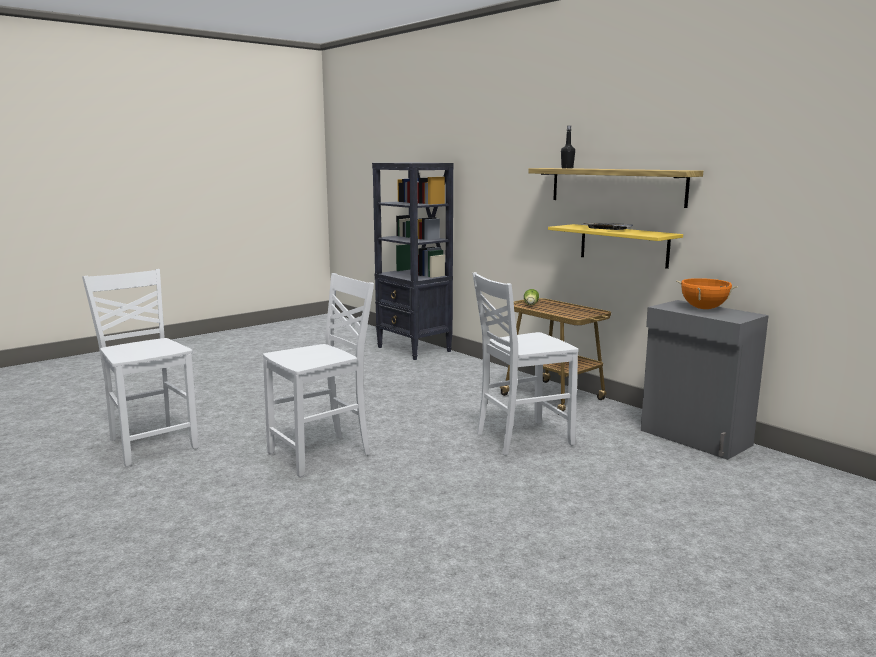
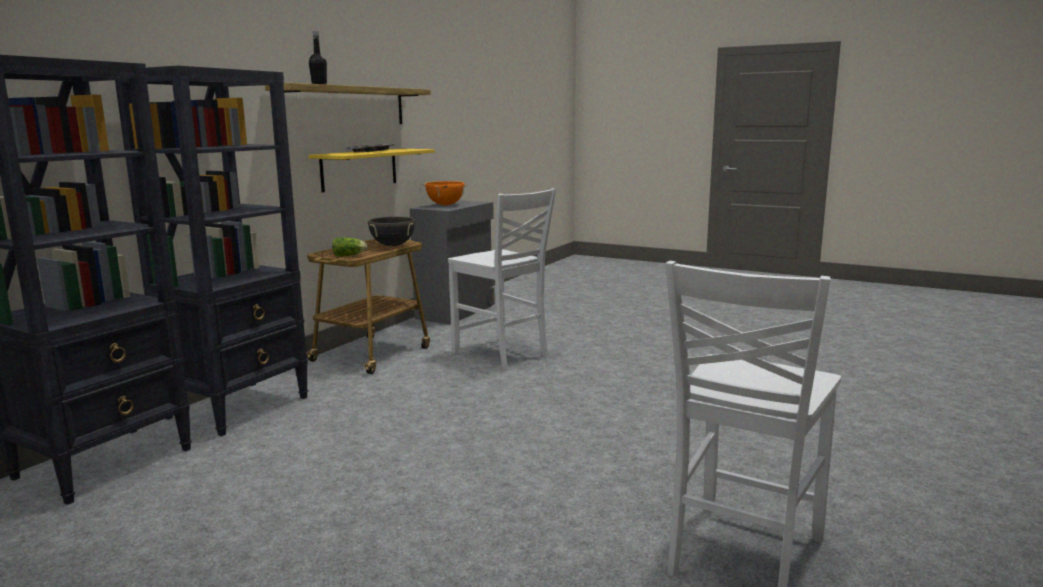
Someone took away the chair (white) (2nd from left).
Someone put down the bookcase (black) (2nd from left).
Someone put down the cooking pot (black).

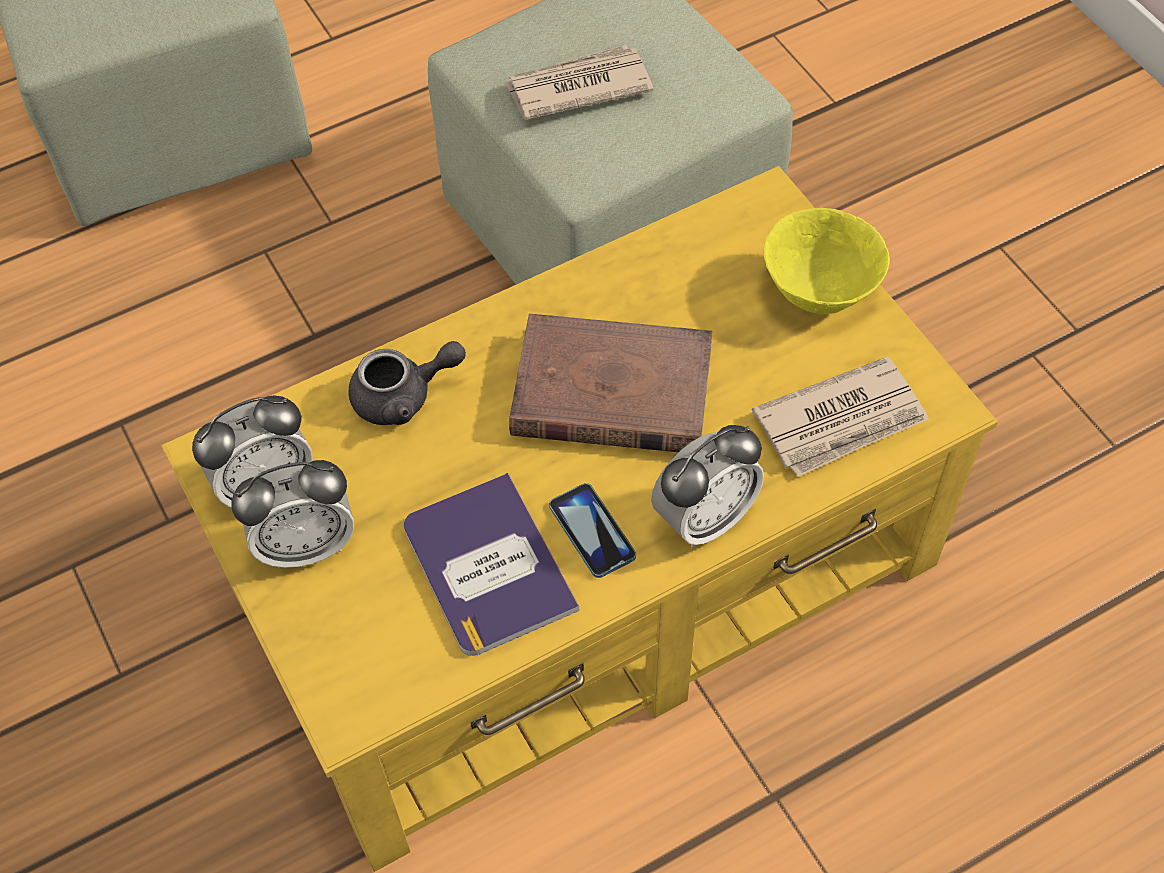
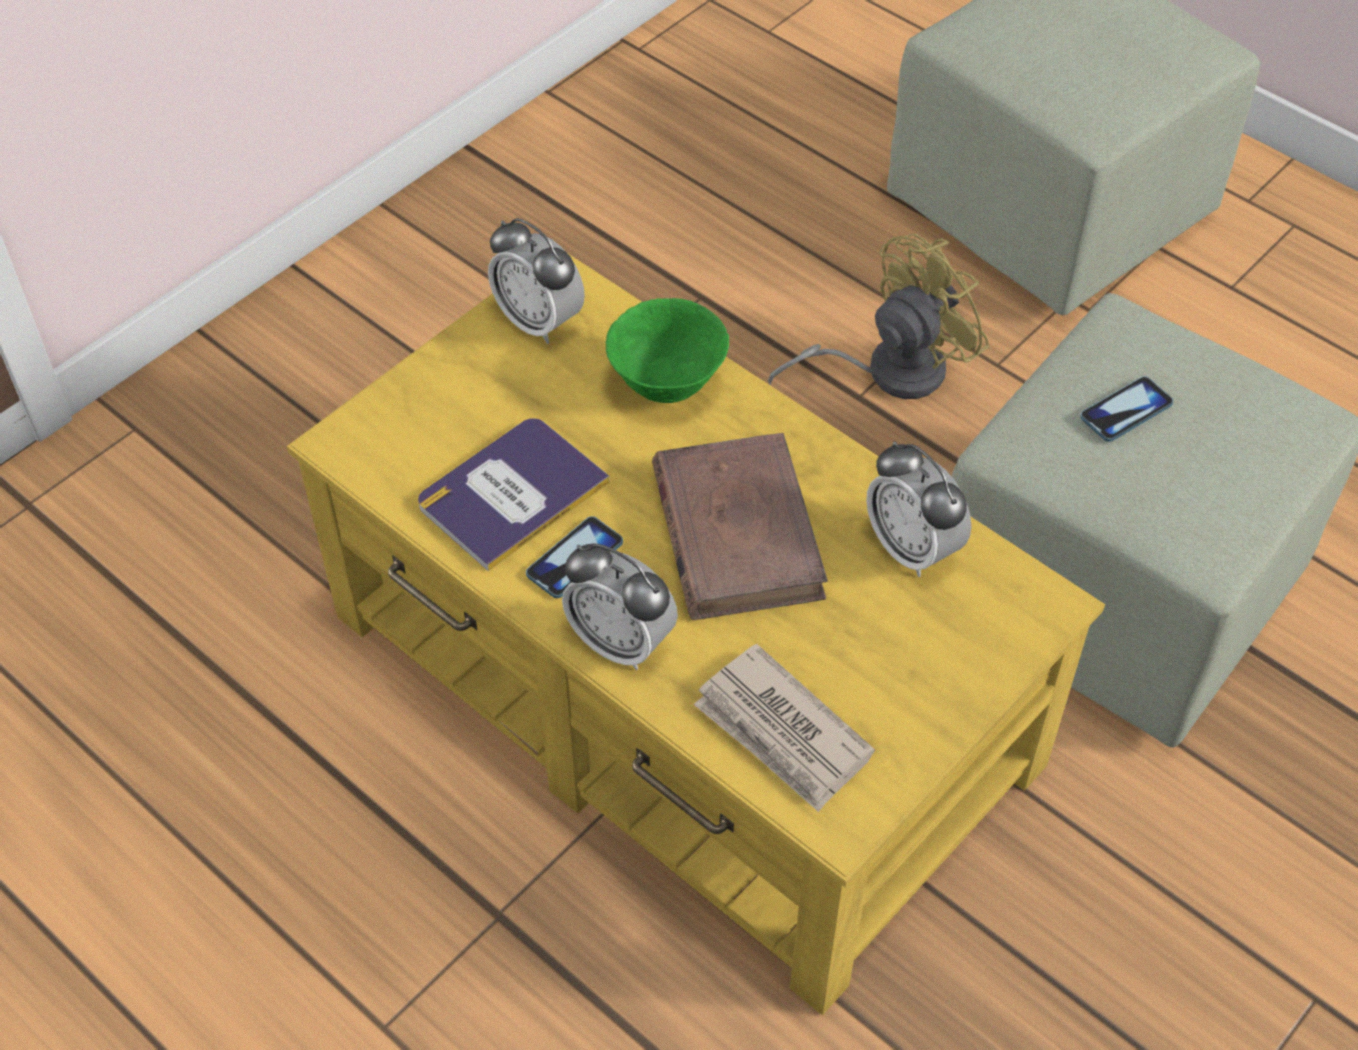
Someone took away the bowl (yellow).
Someone put down the fan (yellow).
Someone carried the alarm clock (2nd from left in the first image).
Someone swapped the teapot (grey) for the bowl (green).
Someone swapped the newspaper (1st from left) for the phone (2nd from left).

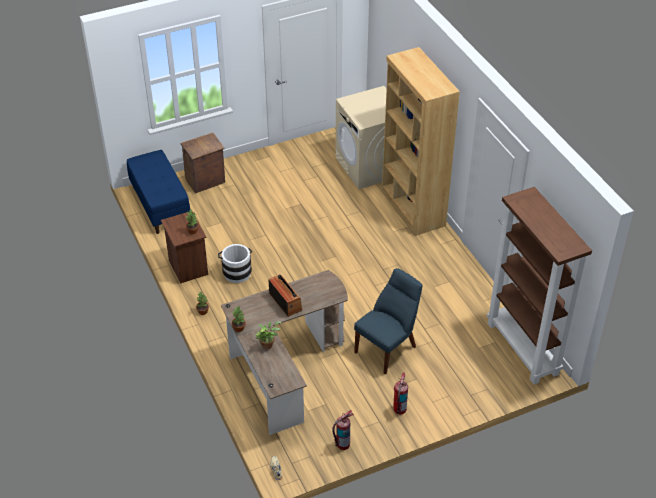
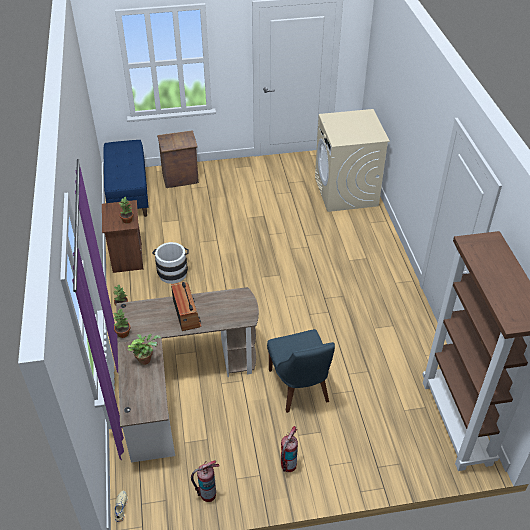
Someone took away the bookcase (brown) (1st from left).
Someone rotated the chair (blue) by 105 degrees clockwise.

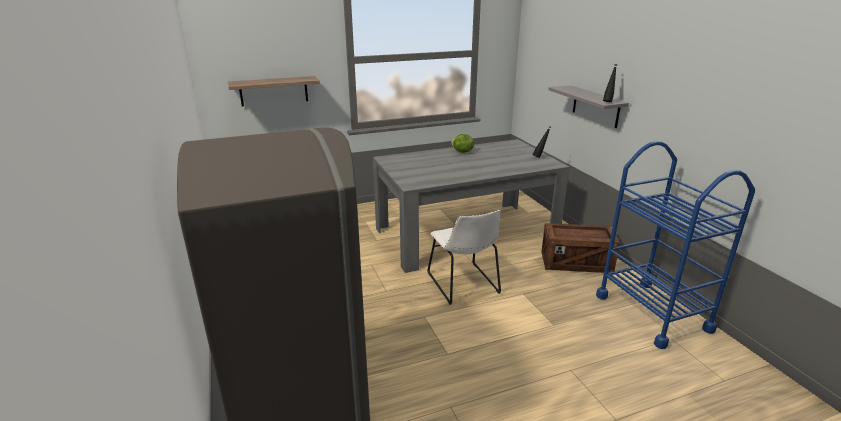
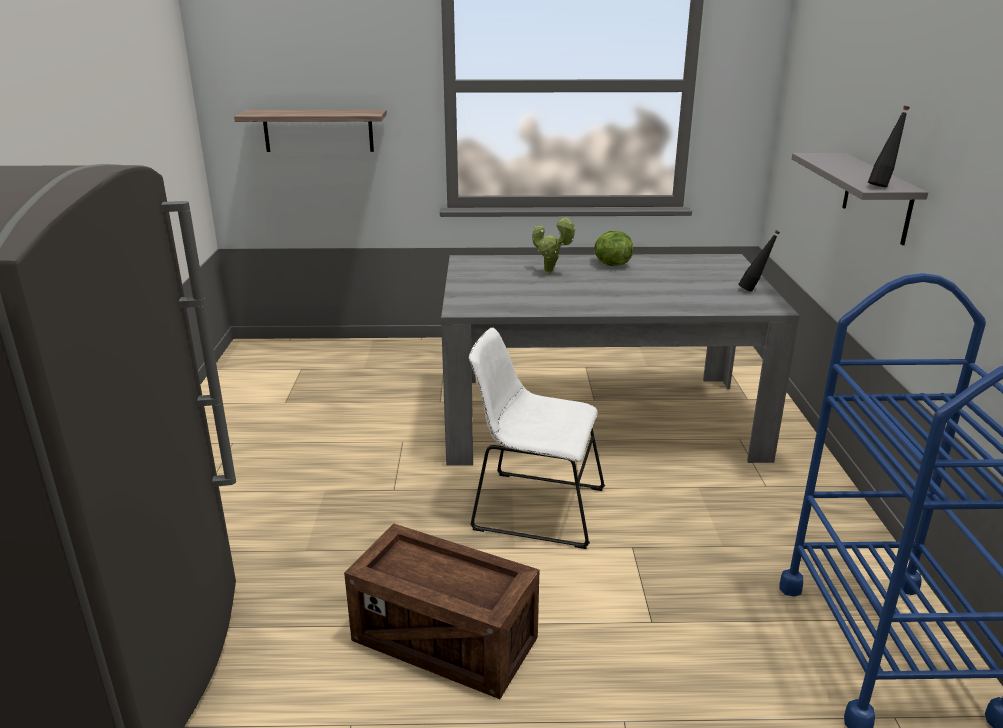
Someone put down the potted plant.
Someone carried the crate.
Someone rotated the chair (white) by 105 degrees clockwise.

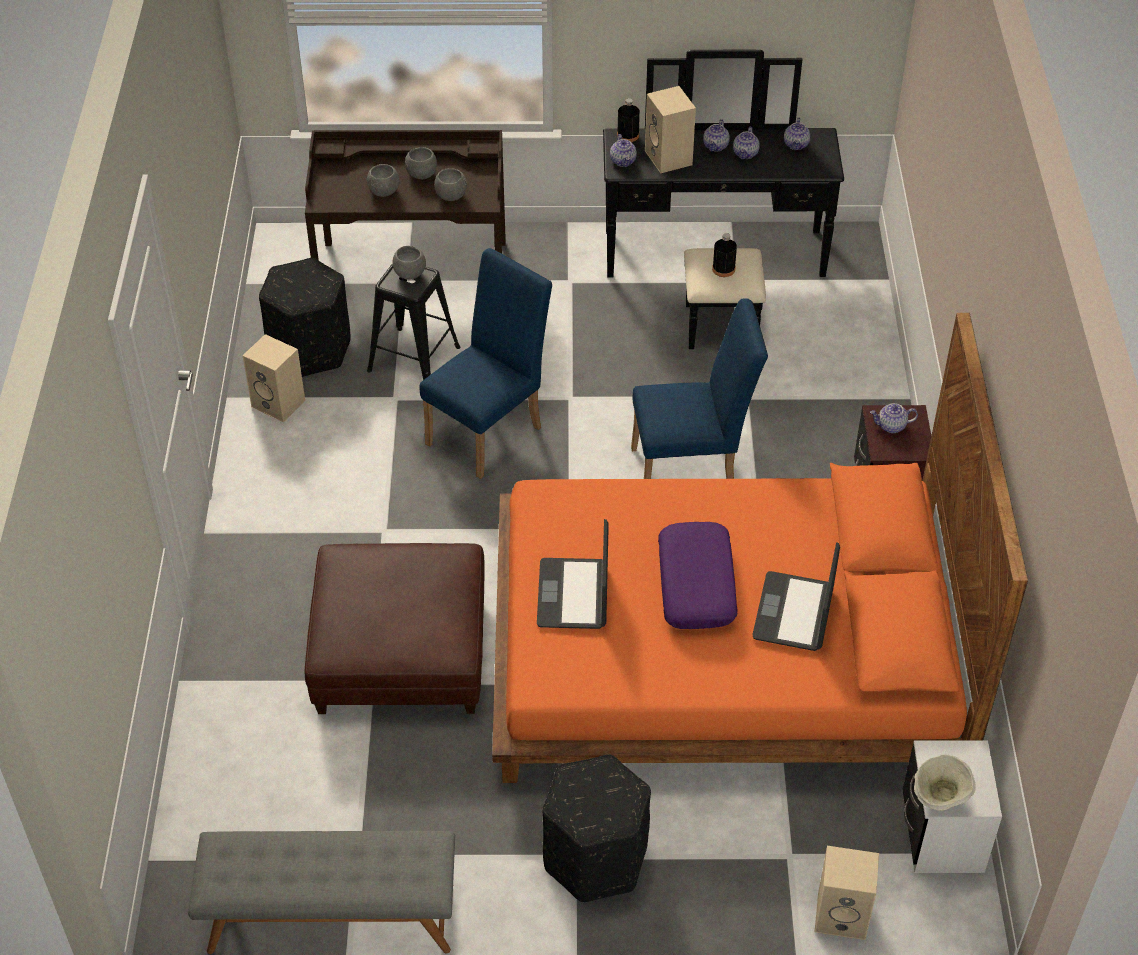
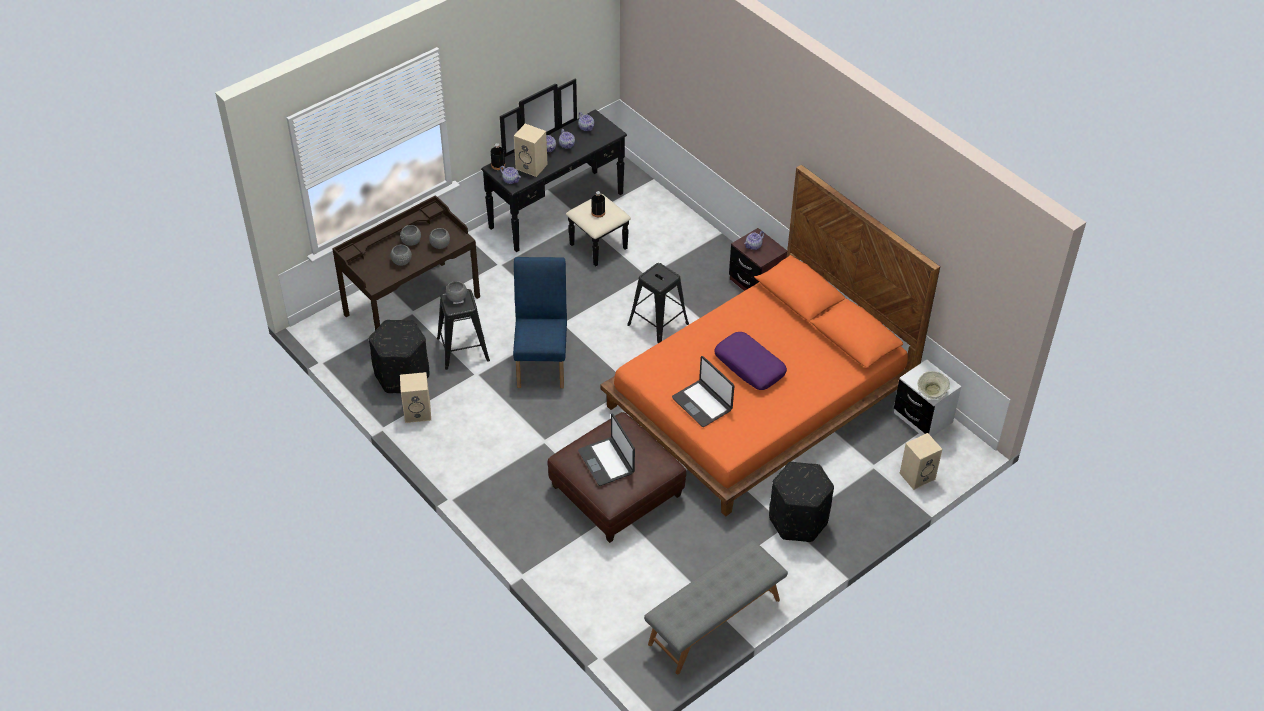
Someone carried the laptop (2nd from left in the first image).
Someone swapped the chair (blue) (2nd from left) for the stool (black) (2nd from left).

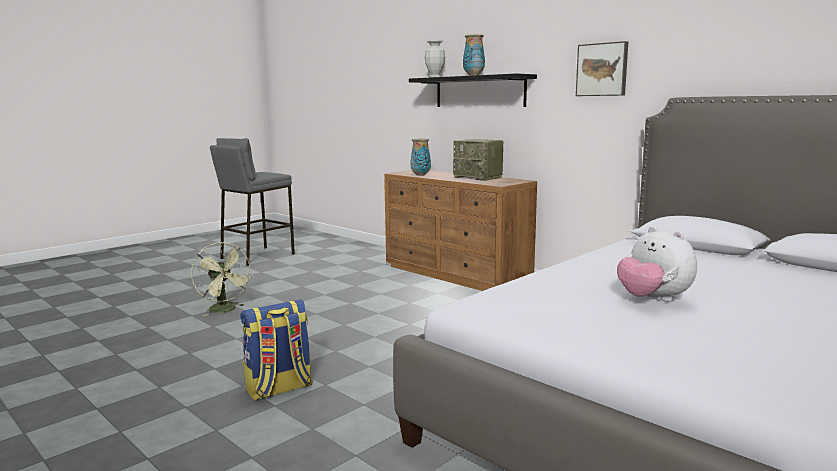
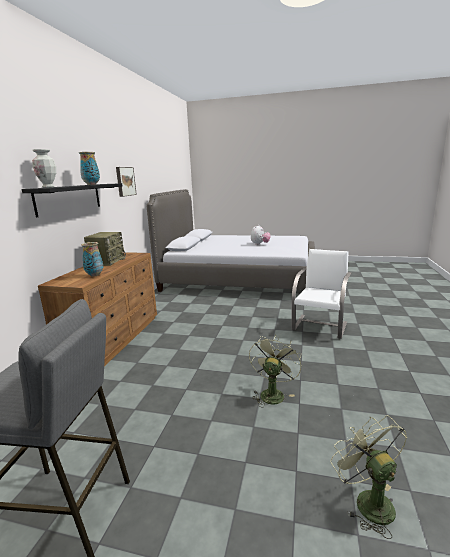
Someone put down the fan (green) (2nd from left).
Someone swapped the backpack for the chair (white).

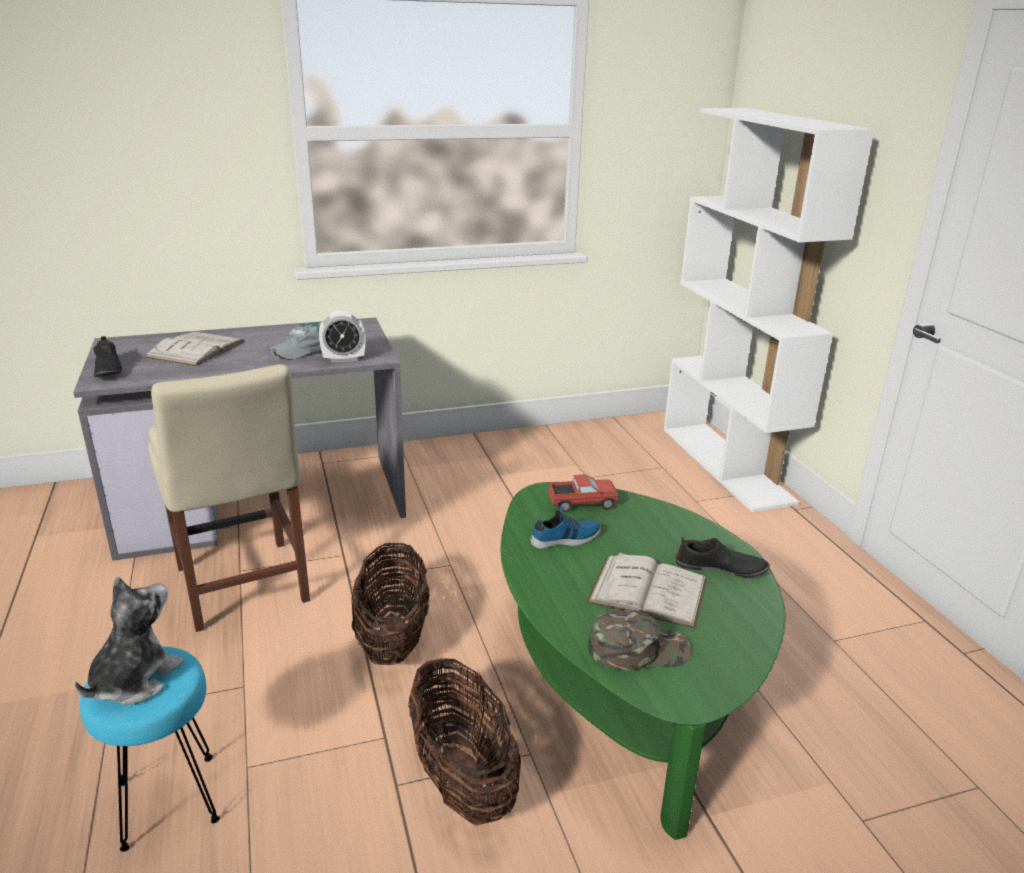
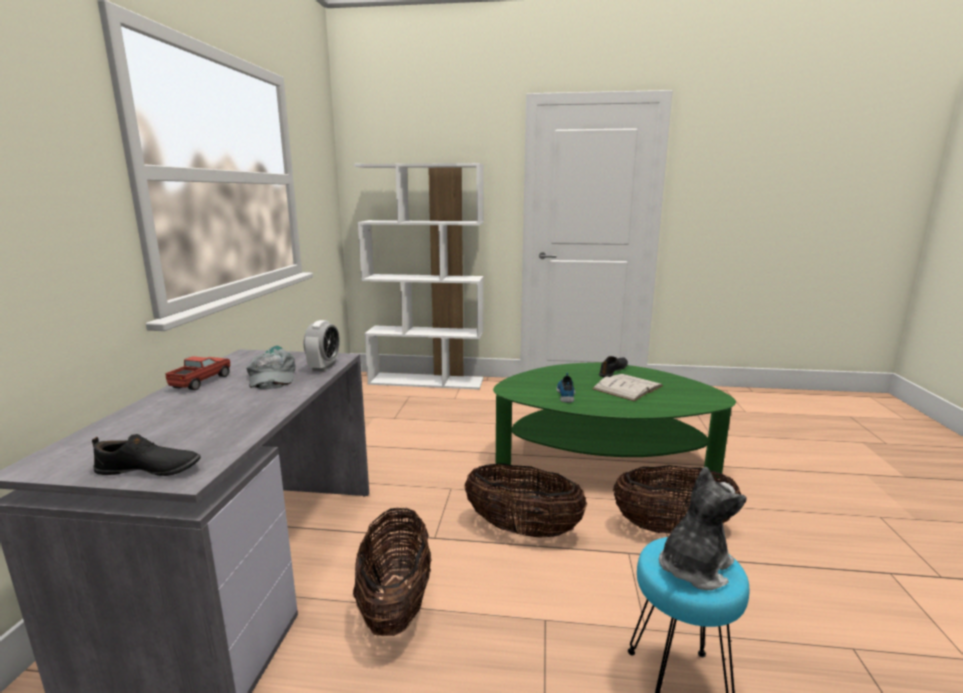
Someone took away the book (white) (1st from left).
Someone took away the cap (green).
Someone carried the toy truck.
Someone swapped the chair (beige) for the basket (1st from left).
Someone rotated the plush toy by 90 degrees clockwise.

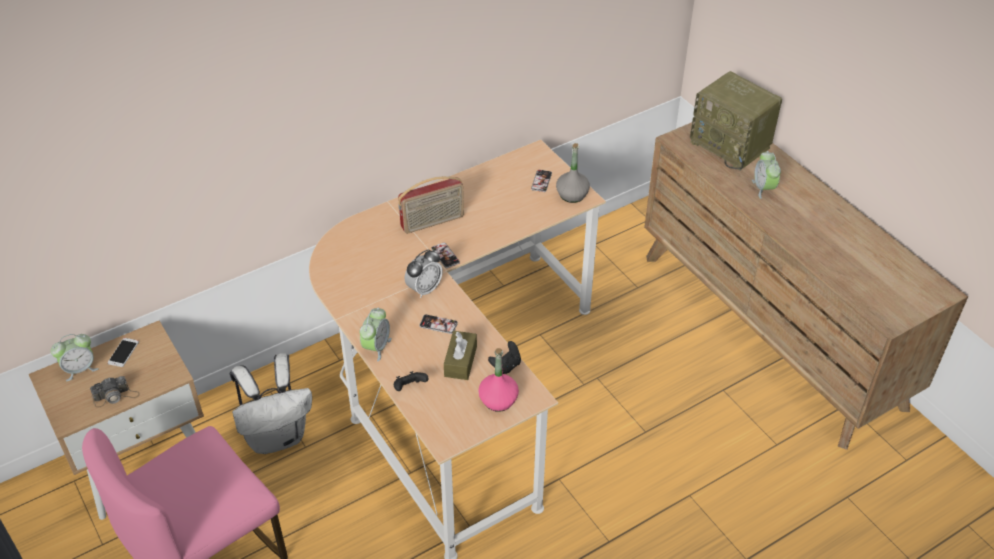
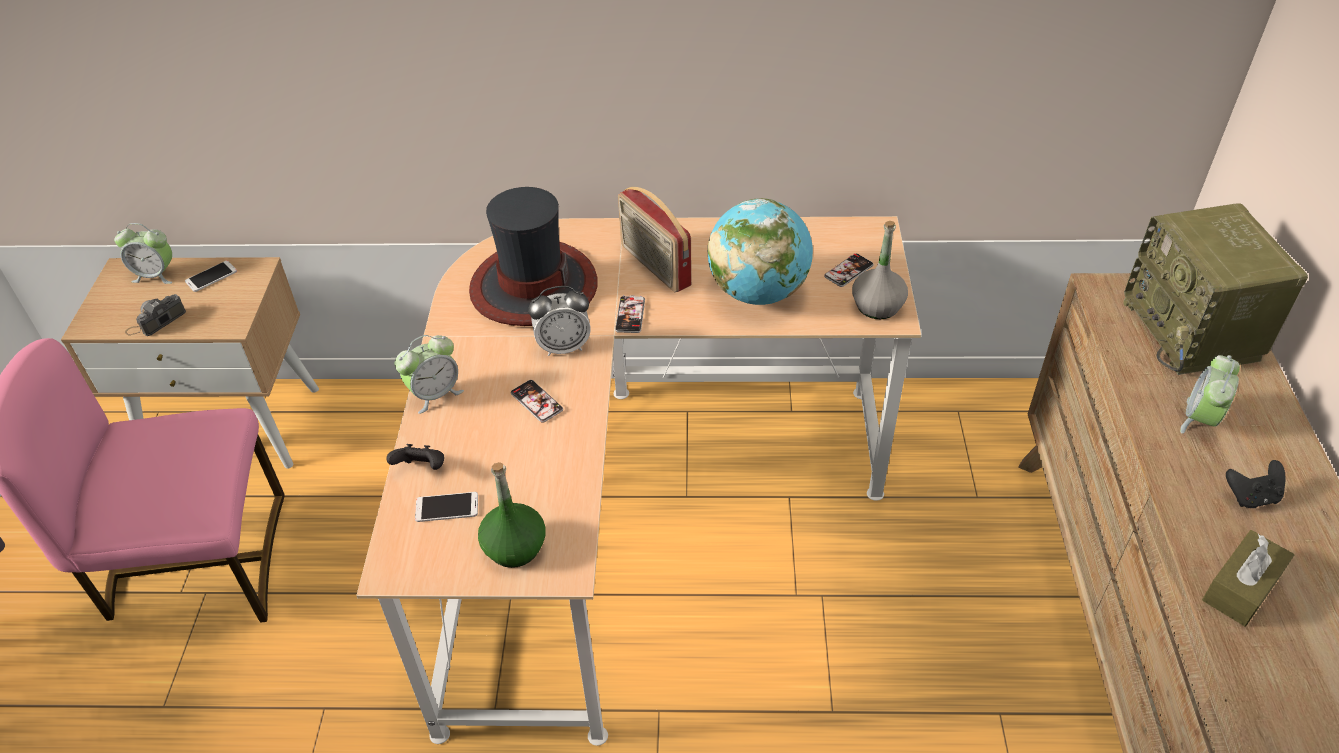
Someone took away the backpack (white).
Someone put down the phone (2nd from left).
Someone put down the hat.
Someone put down the globe.
Someone carried the tissue box (brown).
Someone carried the game controller (black) (2nd from left).
Someone repainted the bottle (pink), which became the bottle (green).
Someone rotated the photo camera by 120 degrees clockwise.
Someone rotated the radio (1st from left) by 45 degrees clockwise.

